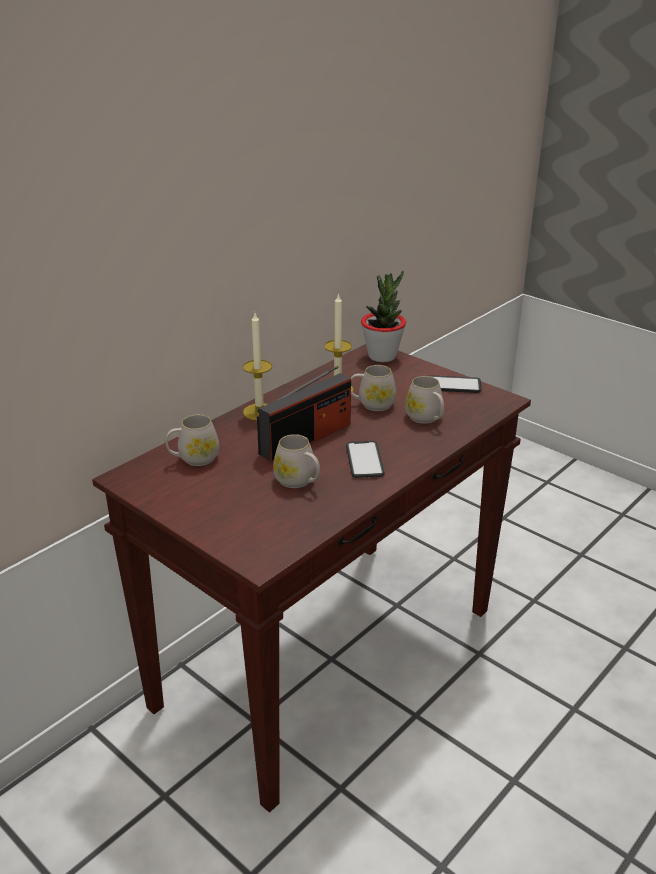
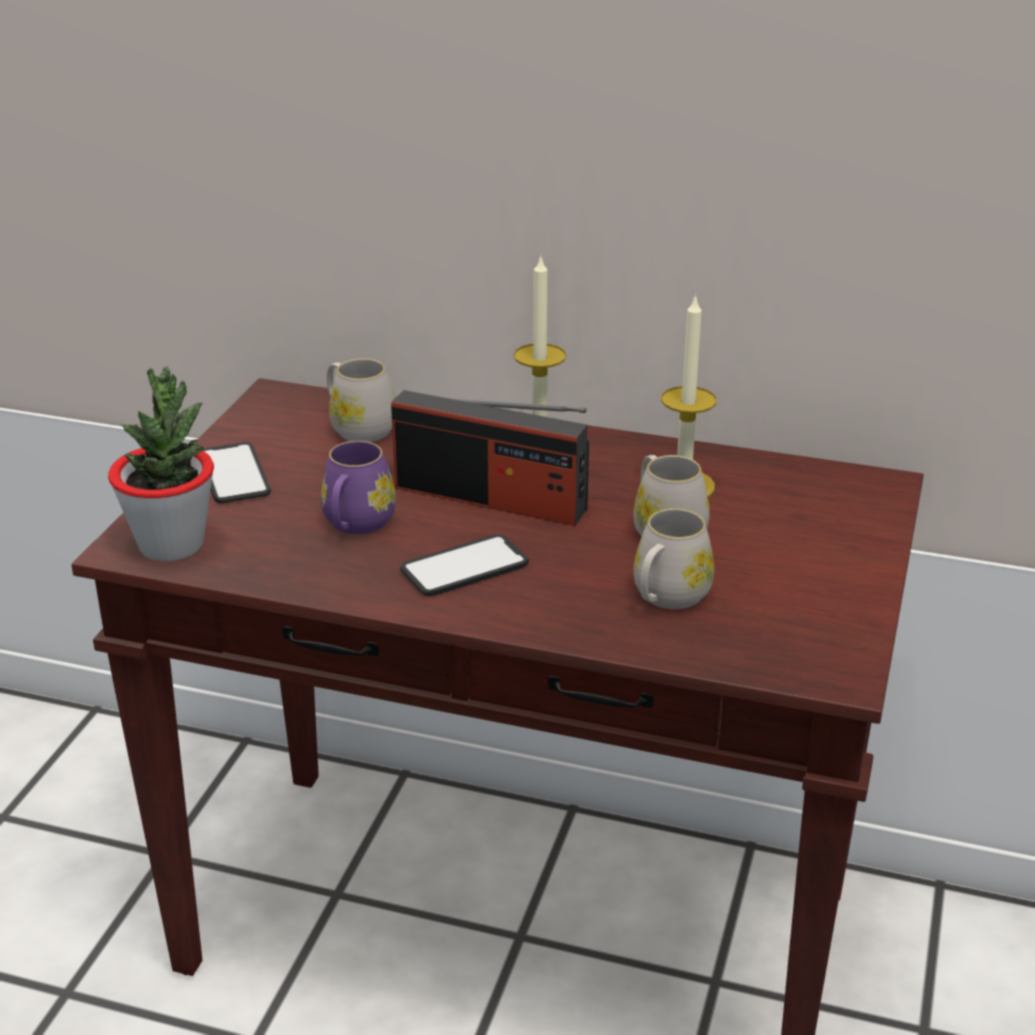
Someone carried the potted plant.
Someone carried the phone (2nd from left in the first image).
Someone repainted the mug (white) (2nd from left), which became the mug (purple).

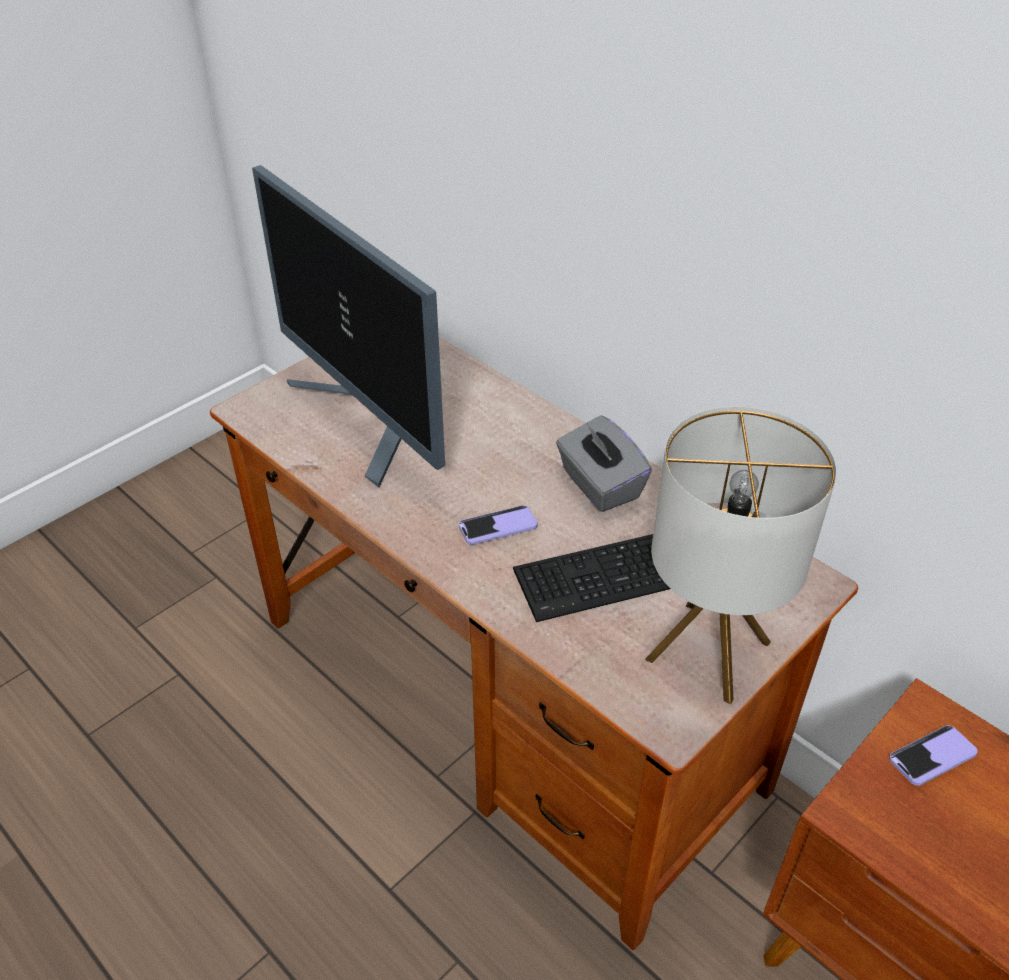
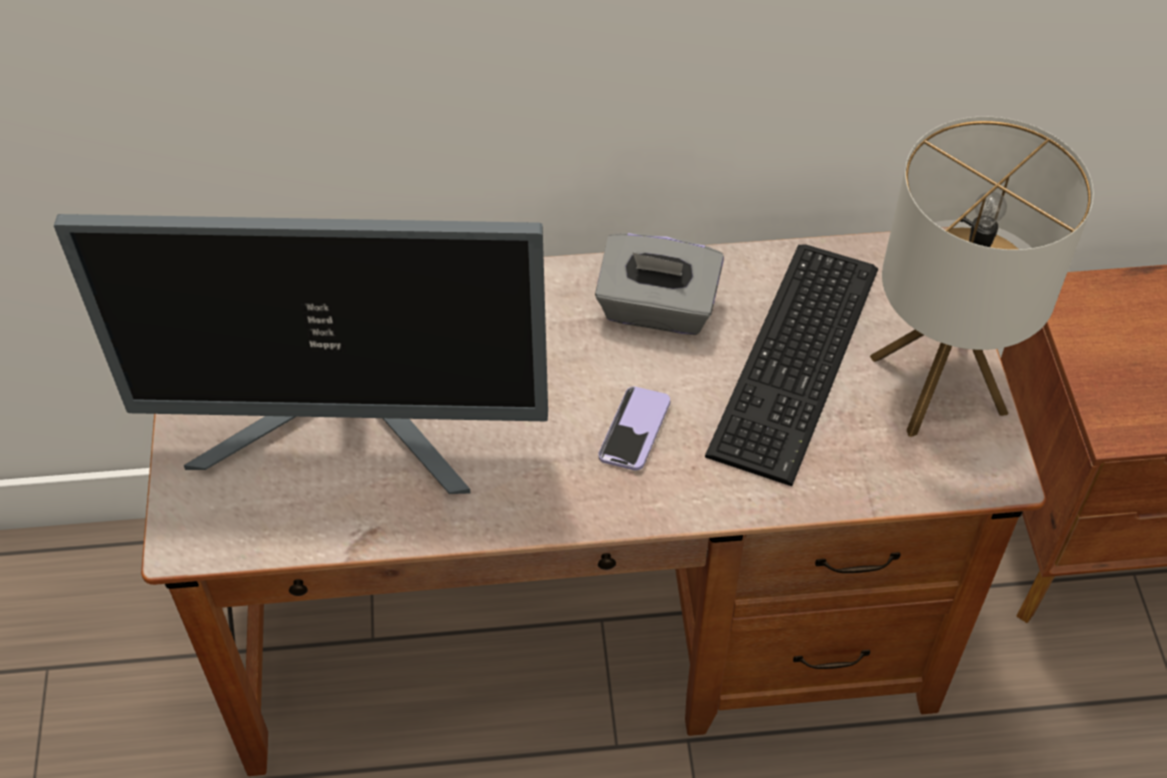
Someone took away the phone (2nd from left).

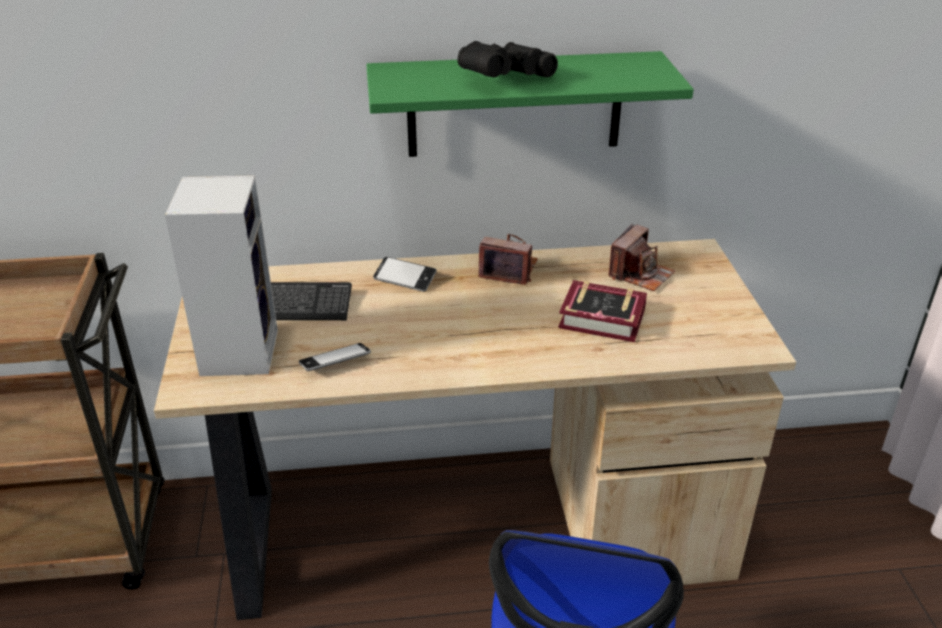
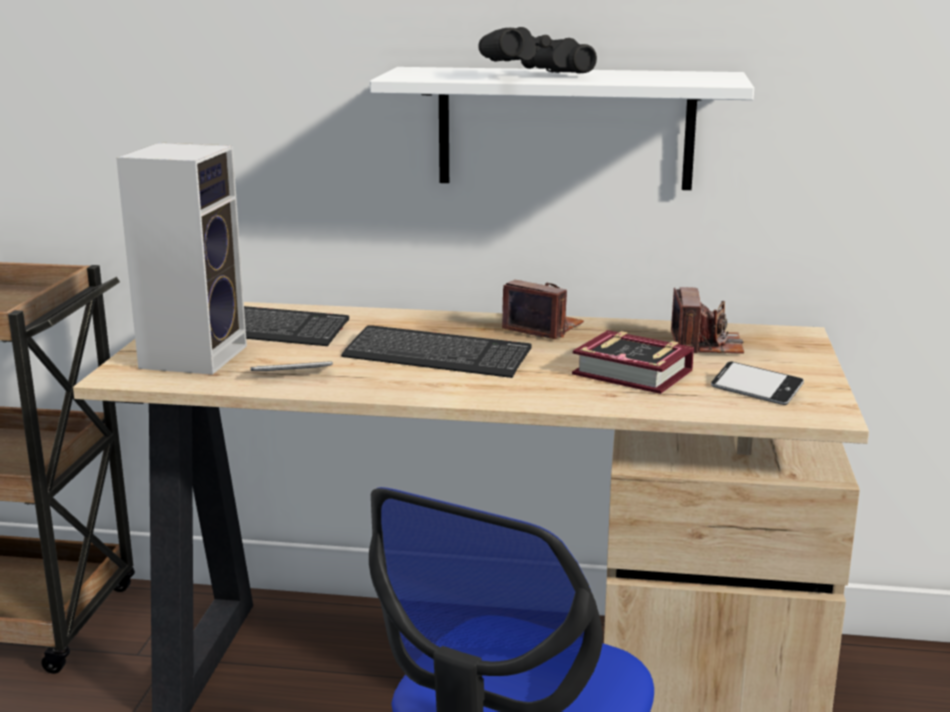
Someone put down the keyboard (2nd from left).
Someone carried the phone (2nd from left).
Someone repainted the shelf (green), which became the shelf (white).
Someone rotated the photo camera (2nd from left) by 45 degrees counterclockwise.

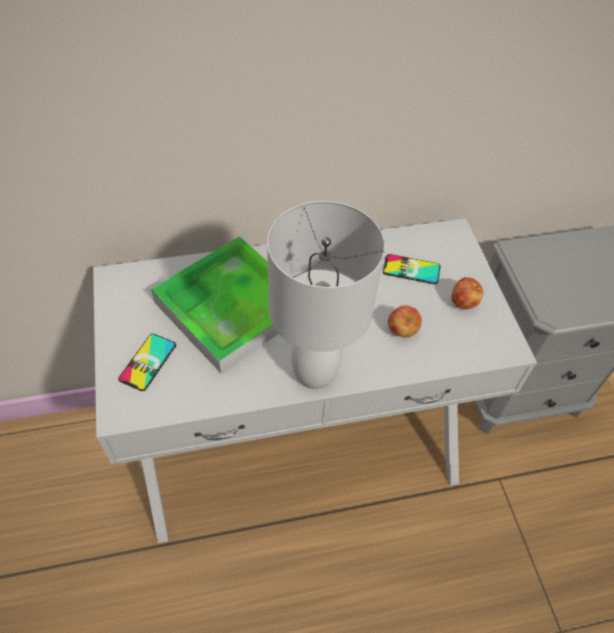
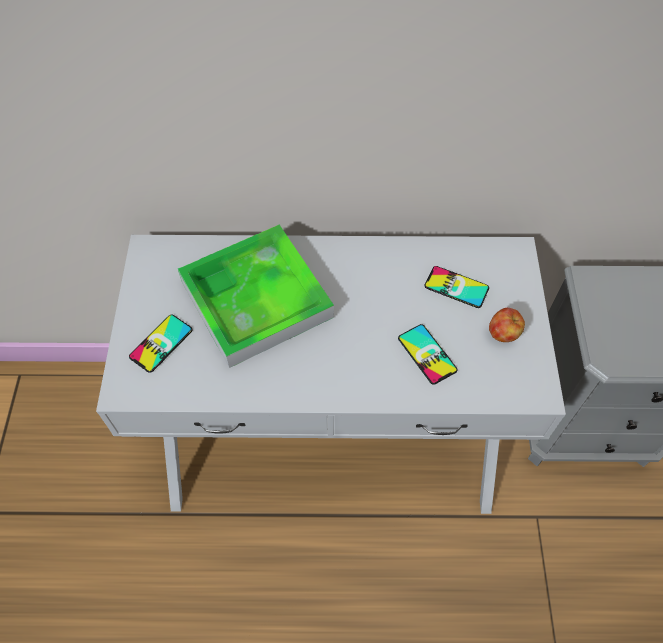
Someone took away the table lamp (white).
Someone swapped the apple (1st from left) for the phone (2nd from left).

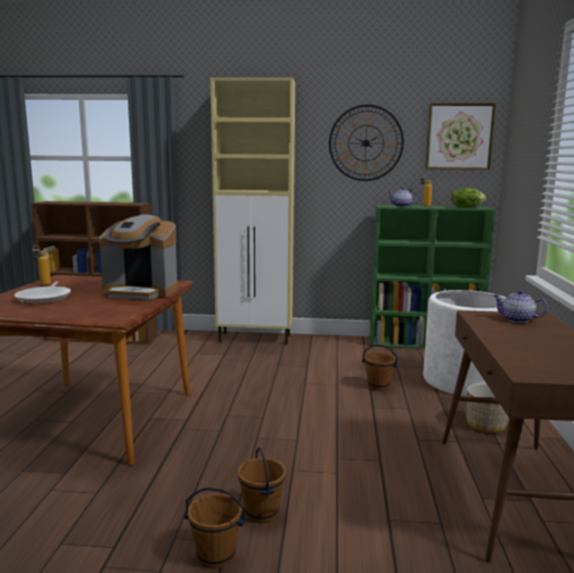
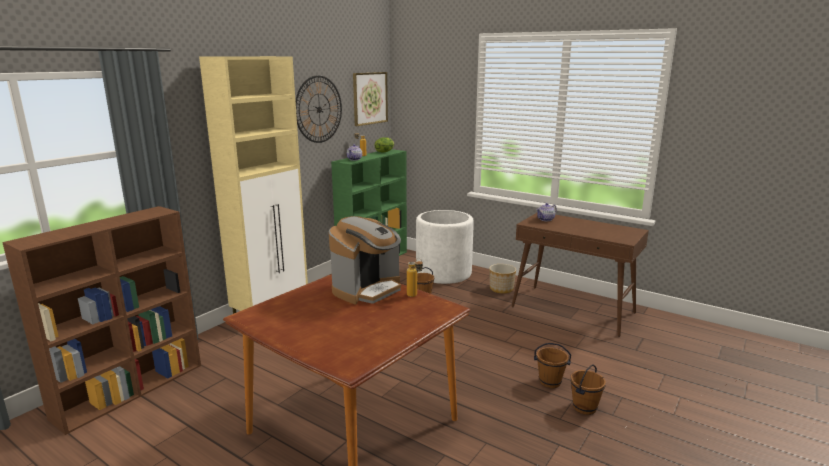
Someone took away the frying pan.
Someone carried the bottle (1st from left in the first image).

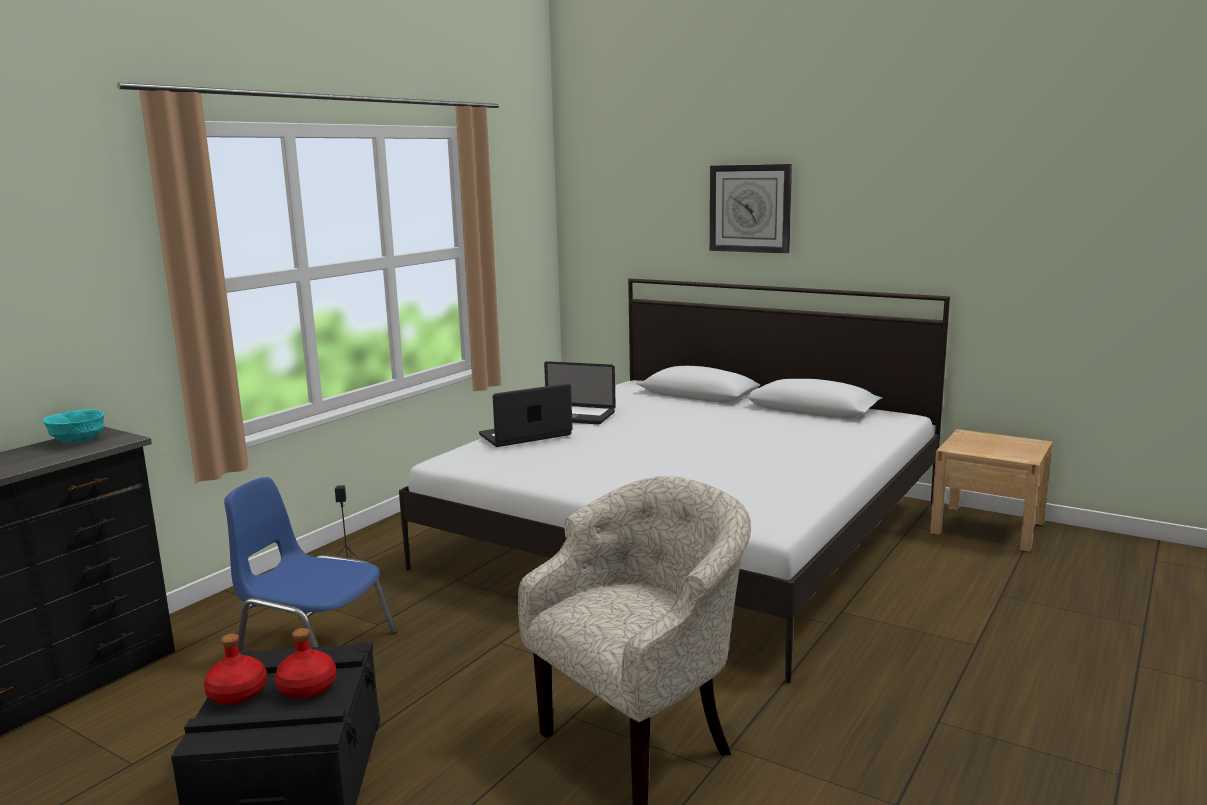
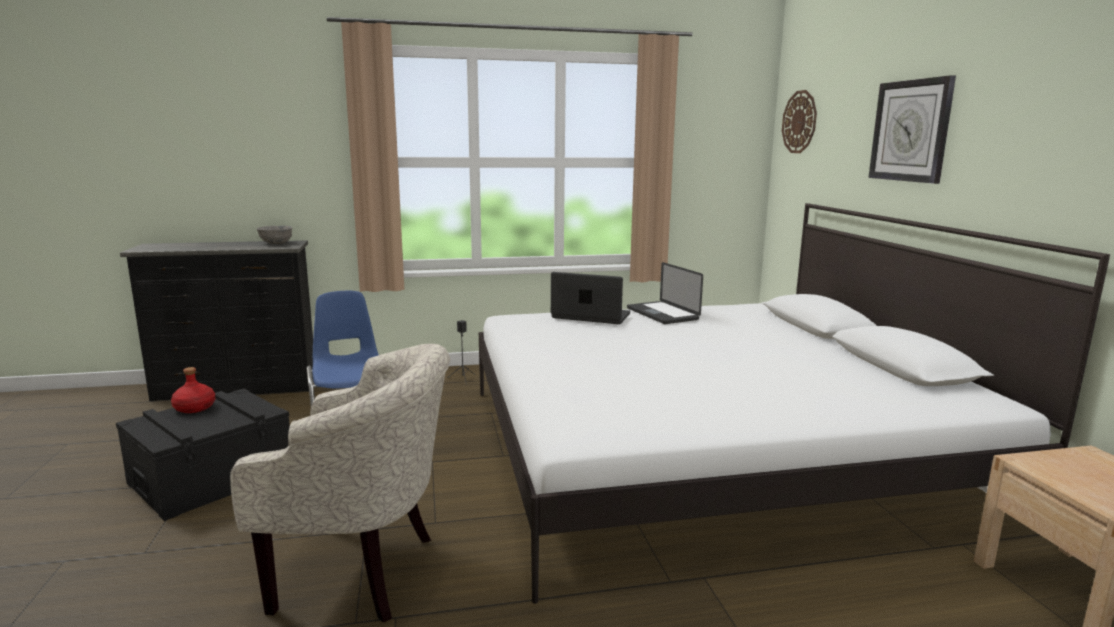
Someone took away the bottle (red) (2nd from left).
Someone put up the wall clock (1st from left).
Someone repainted the bowl (turquoise), which became the bowl (grey).

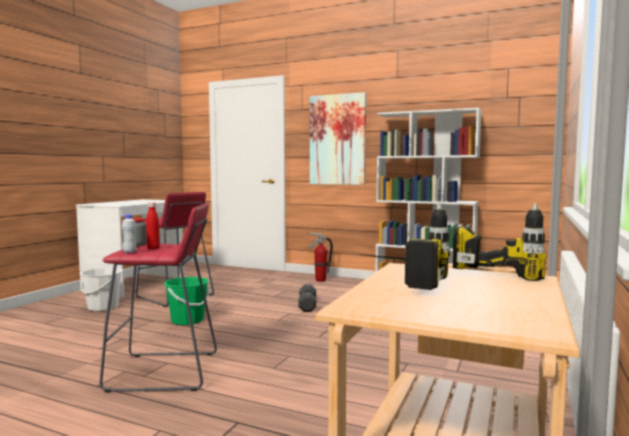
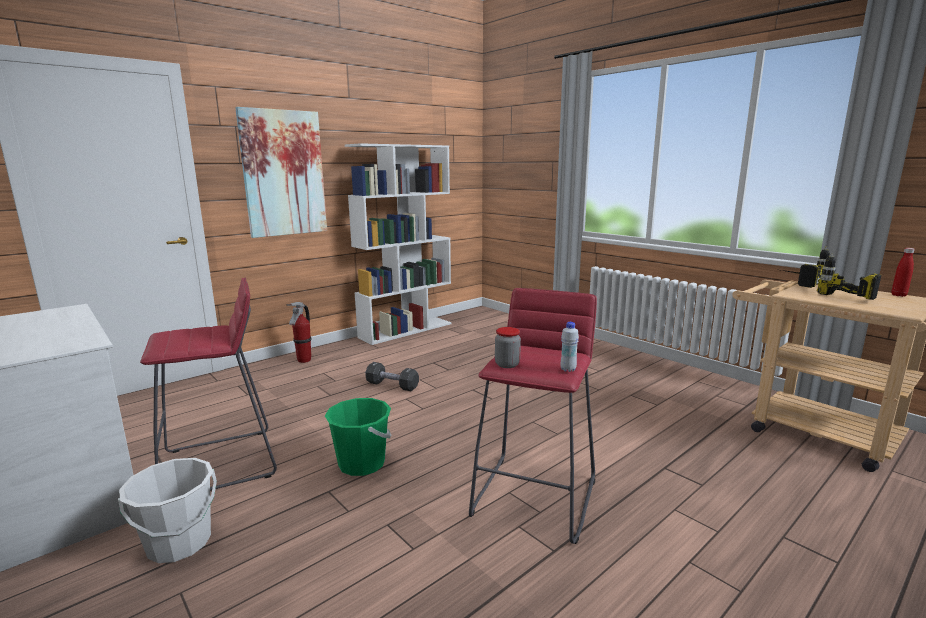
Someone carried the bottle (red).

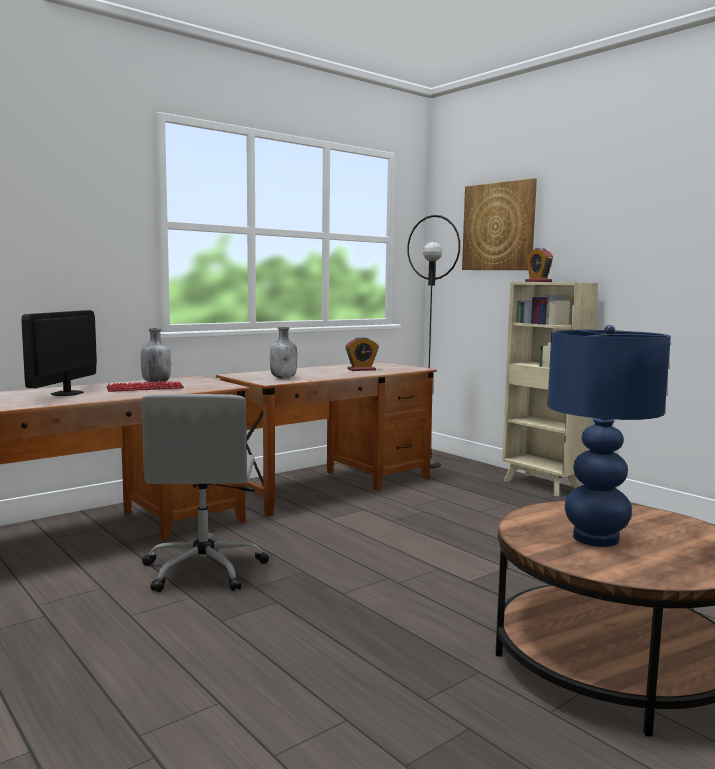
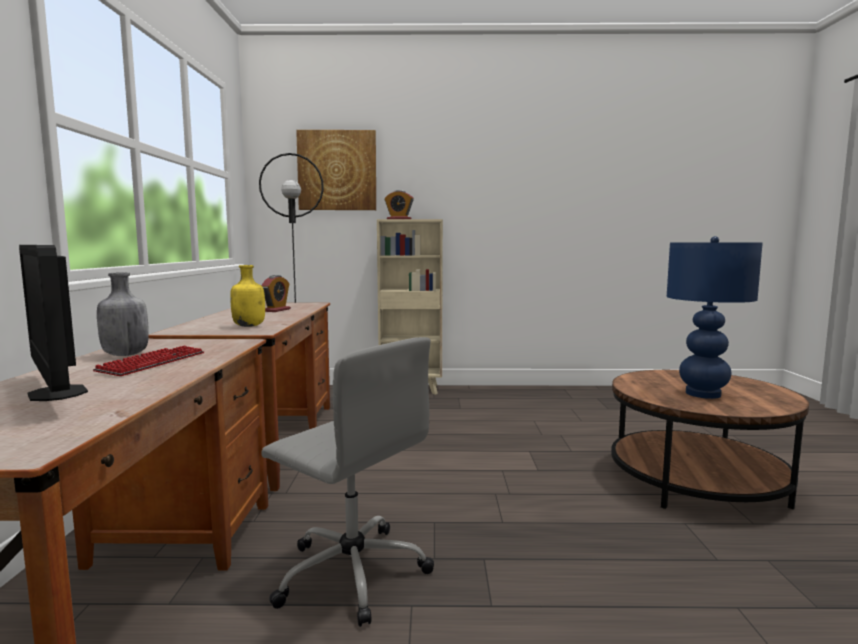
Someone repainted the bottle (grey) (2nd from left), which became the bottle (yellow).

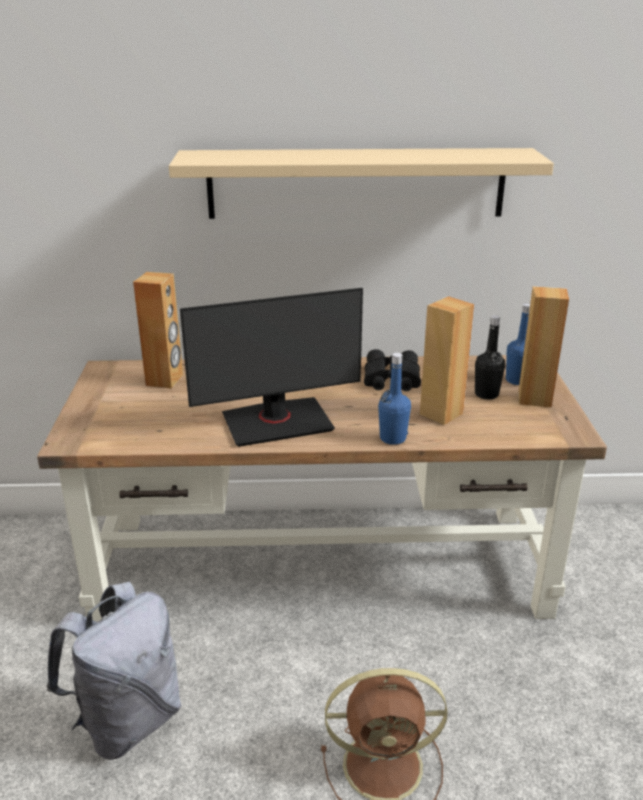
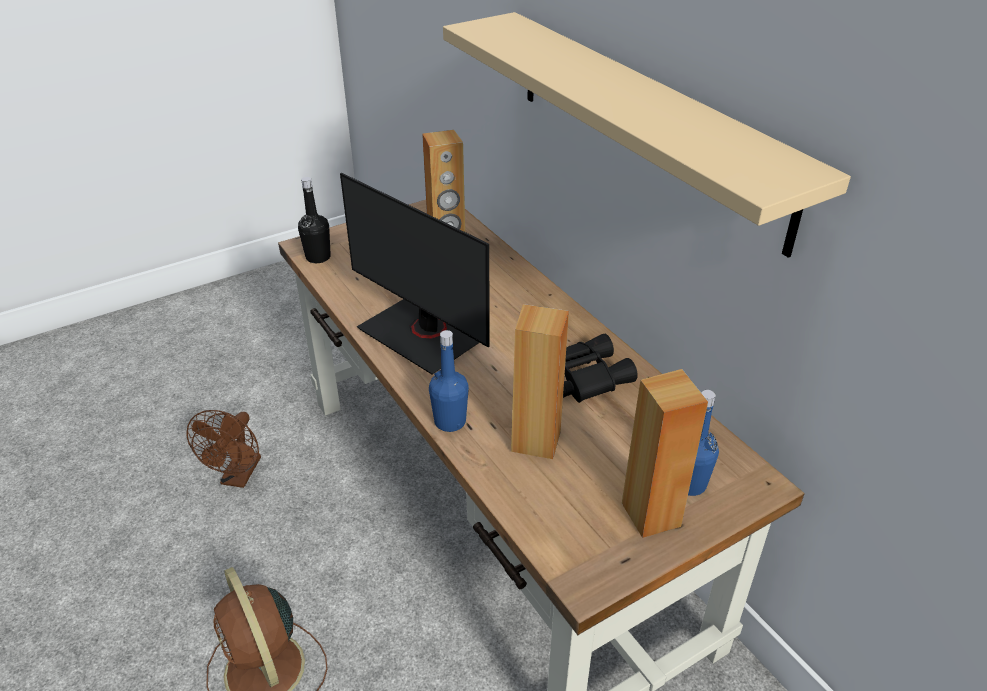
Someone carried the bottle (black).
Someone swapped the backpack (grey) for the fan (brown) (1st from left).

